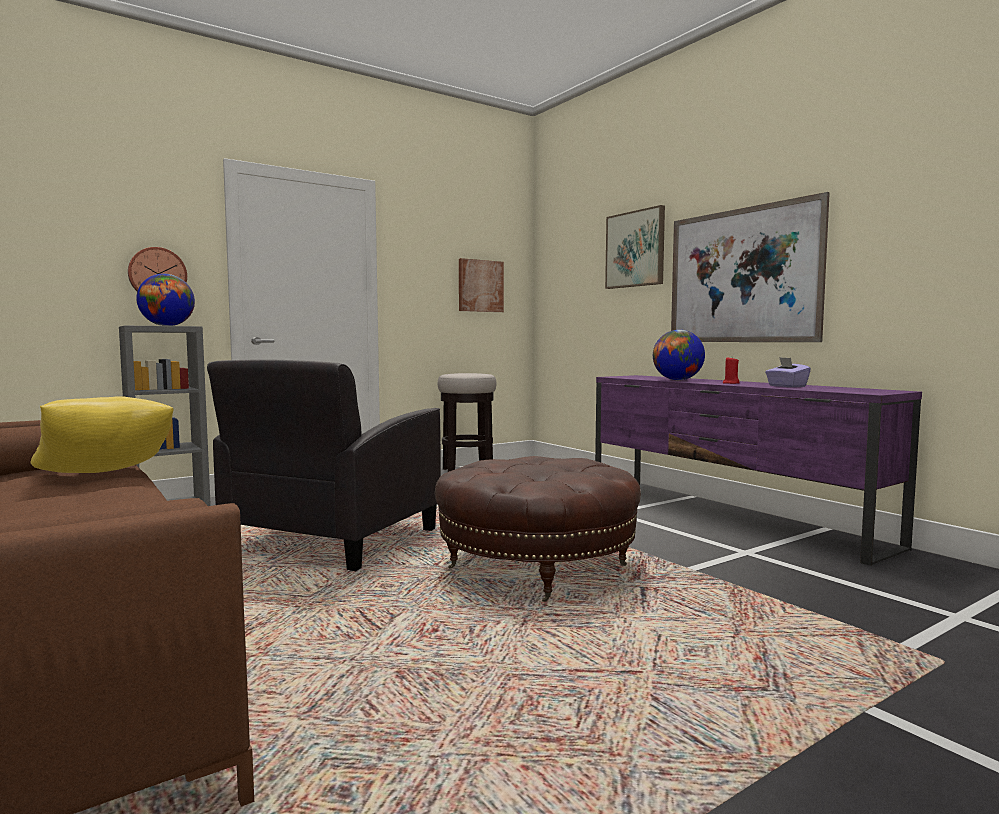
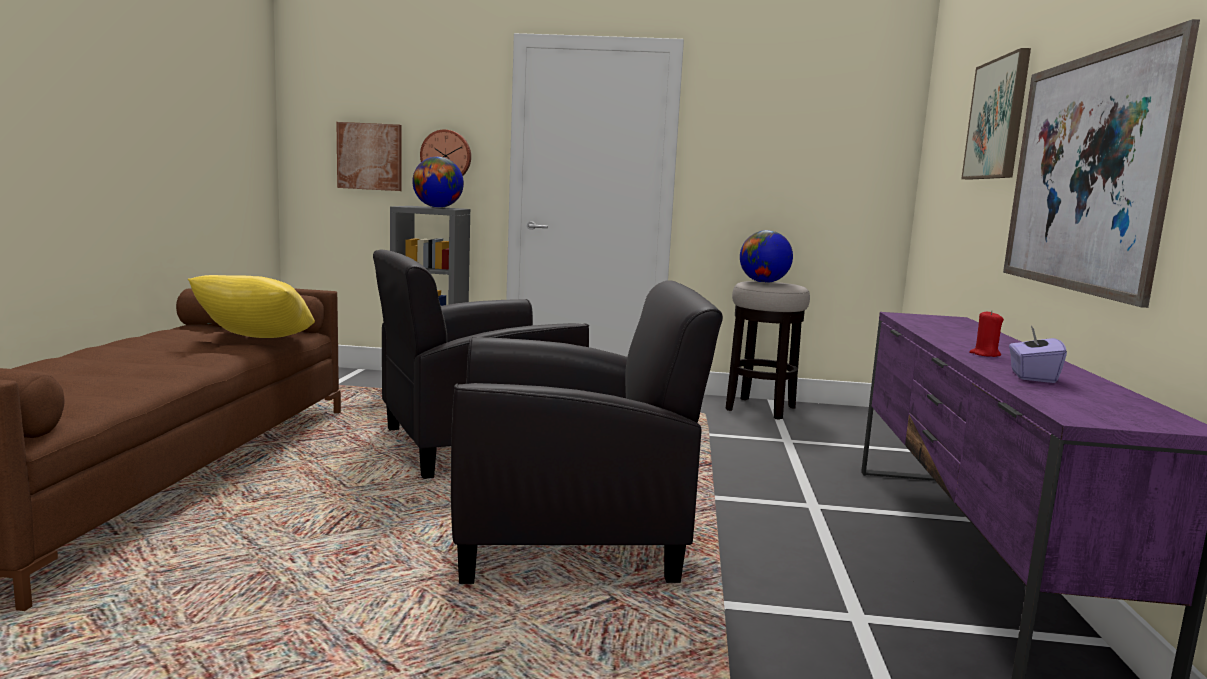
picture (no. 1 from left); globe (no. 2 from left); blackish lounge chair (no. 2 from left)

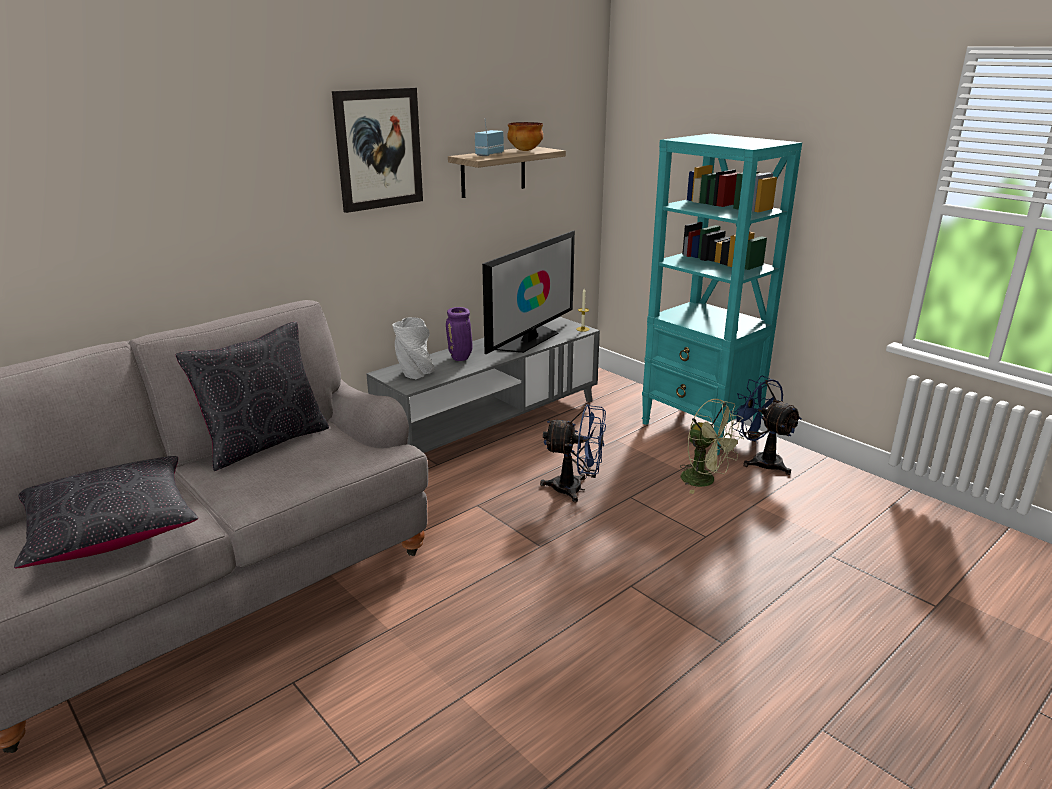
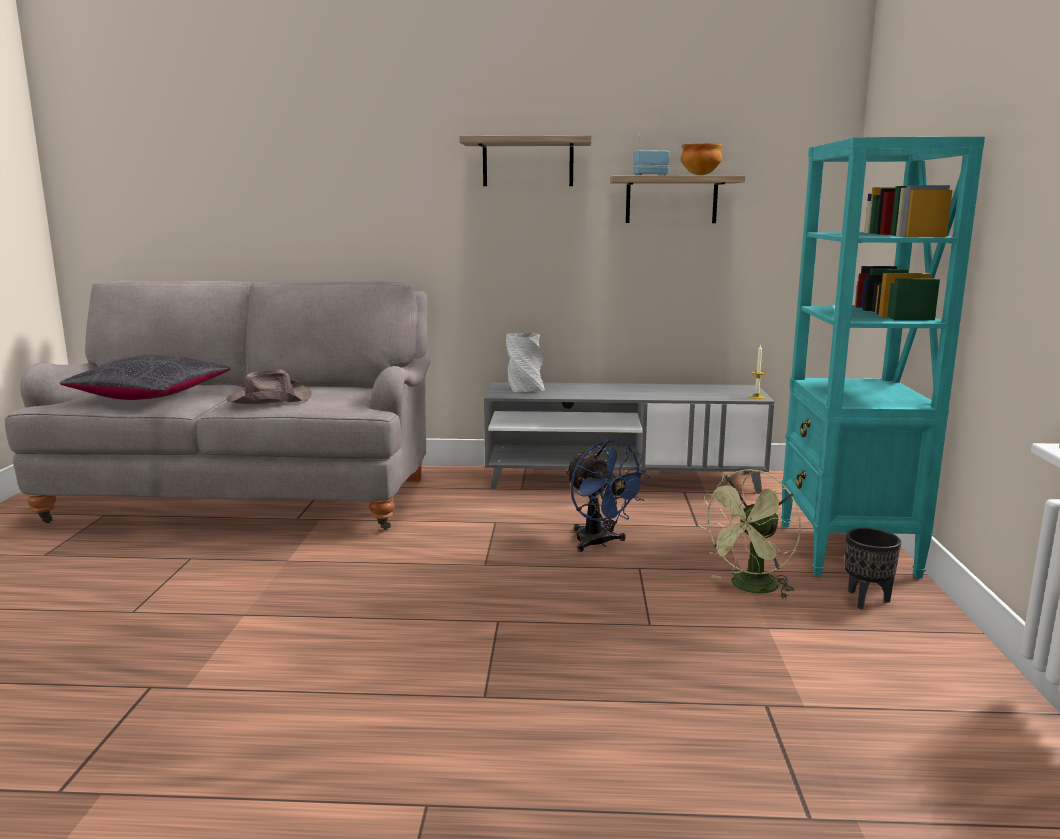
blackish pillow (no. 2 from left in the first image); purple decorative vase; TV; brown-coloured hat; shelf (no. 1 from left); blackish flower pot; green-coloured cooling fan

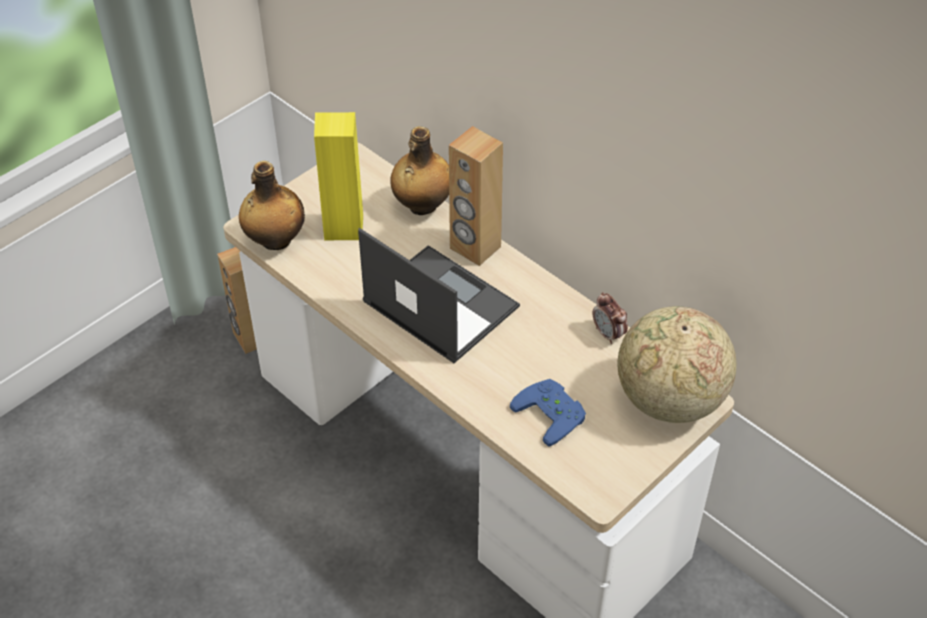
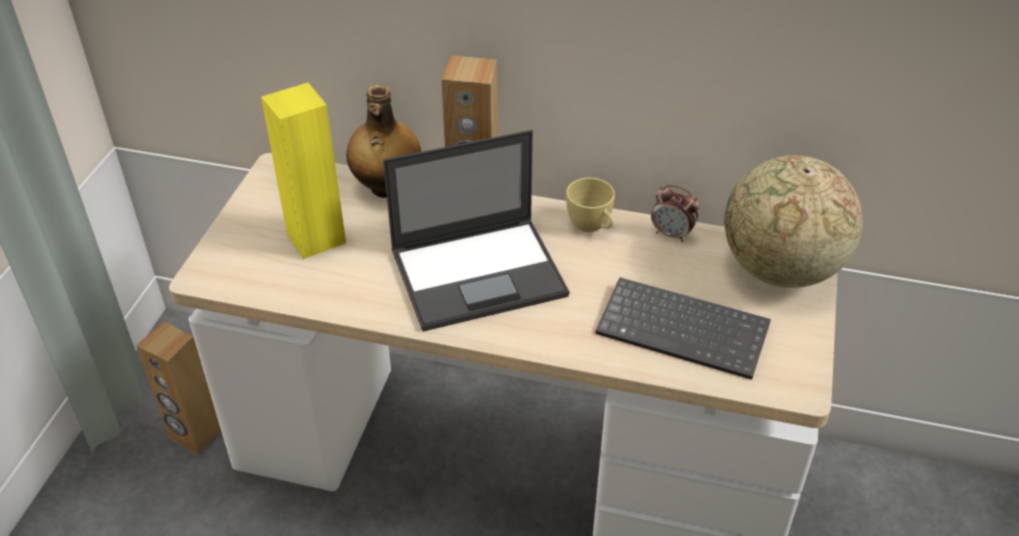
bottle (no. 1 from left in the first image); yellow-coloured small cup; keyboard; portable computer

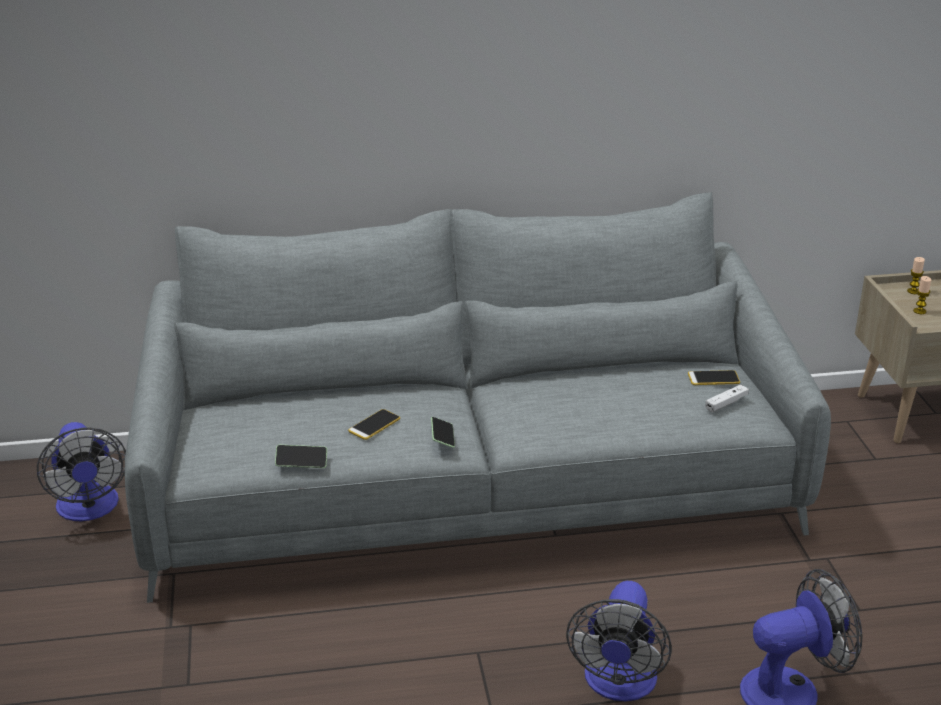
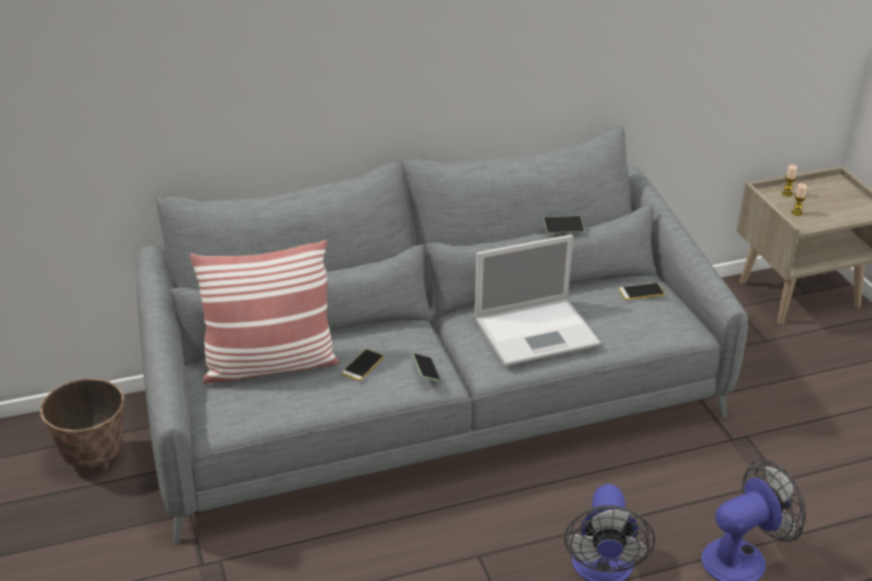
white-coloured gamepad; pillow; portable computer; phone (no. 3 from left); flower pot

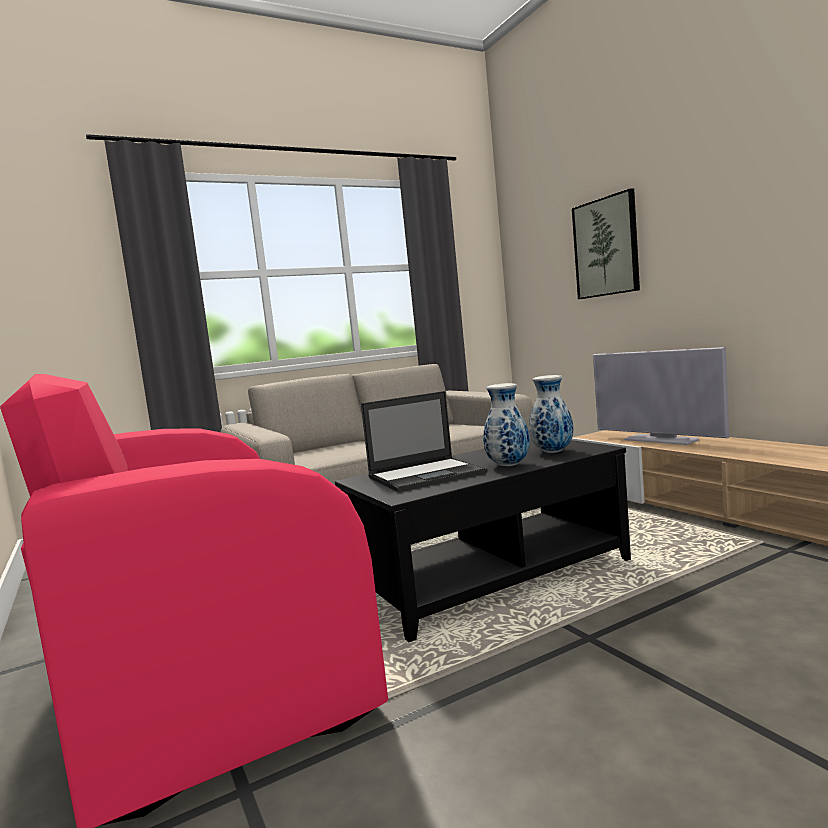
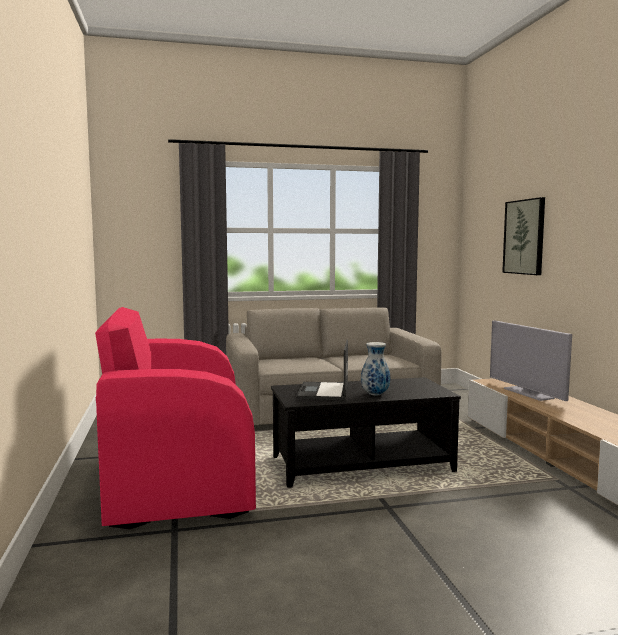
decorative vase (no. 2 from left in the first image); portable computer

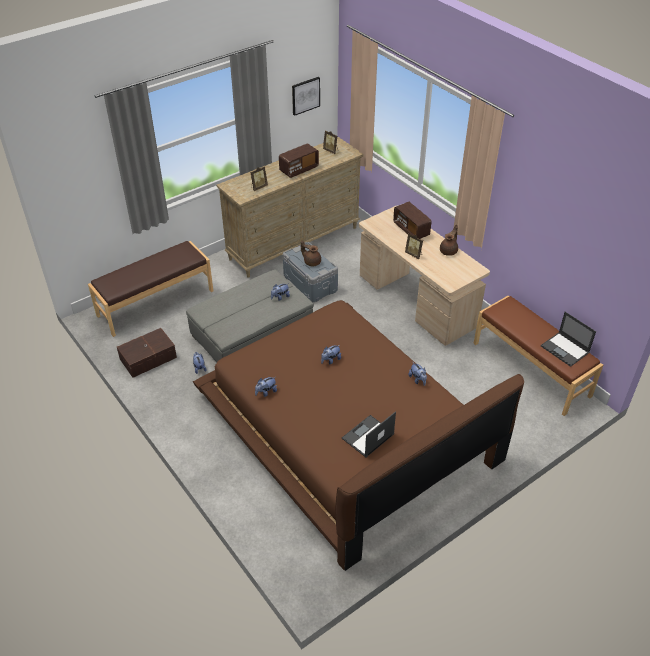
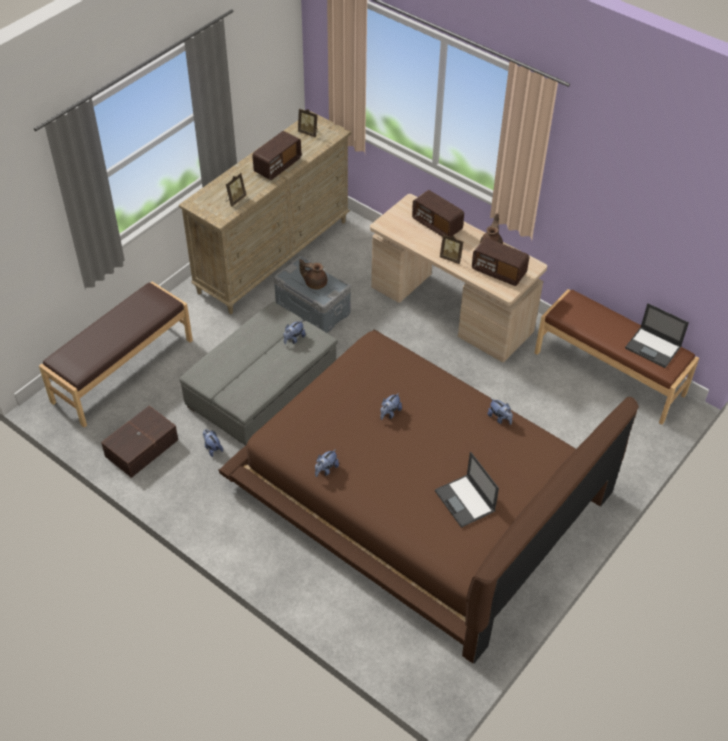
picture; radio receiver (no. 3 from left); portable computer (no. 1 from left)

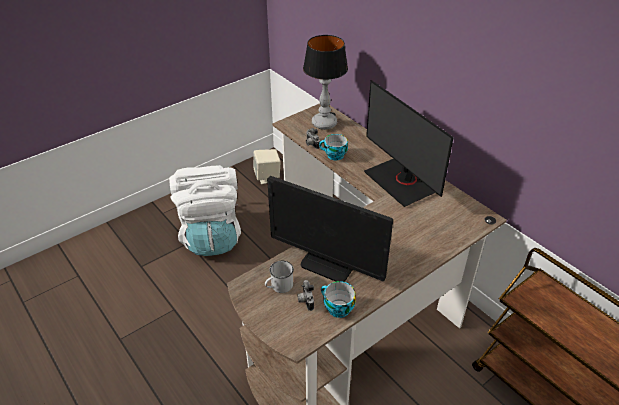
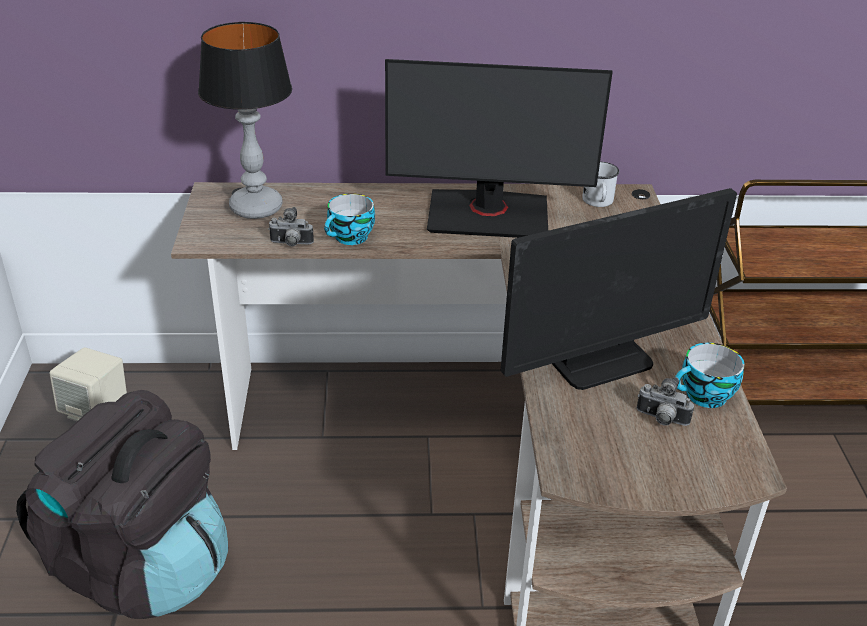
white-coloured coffee mug; blackish knapsack

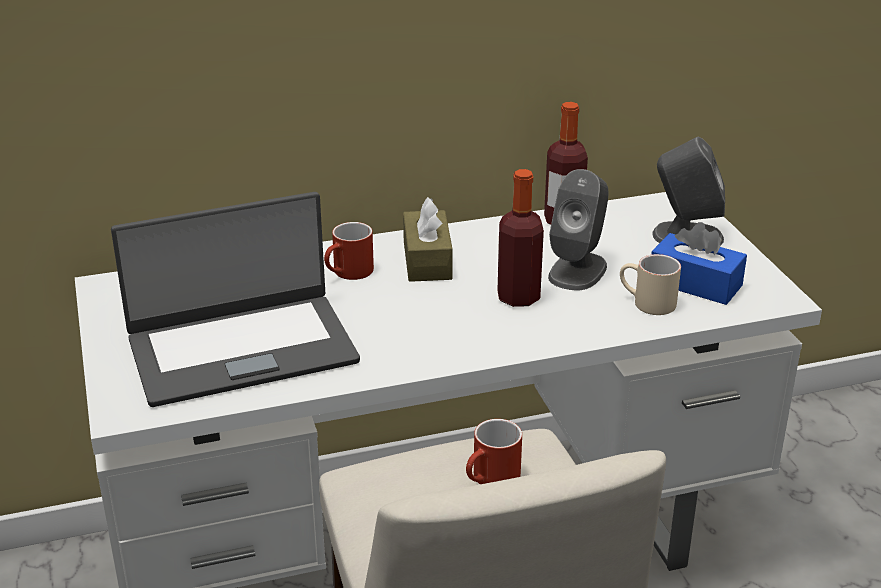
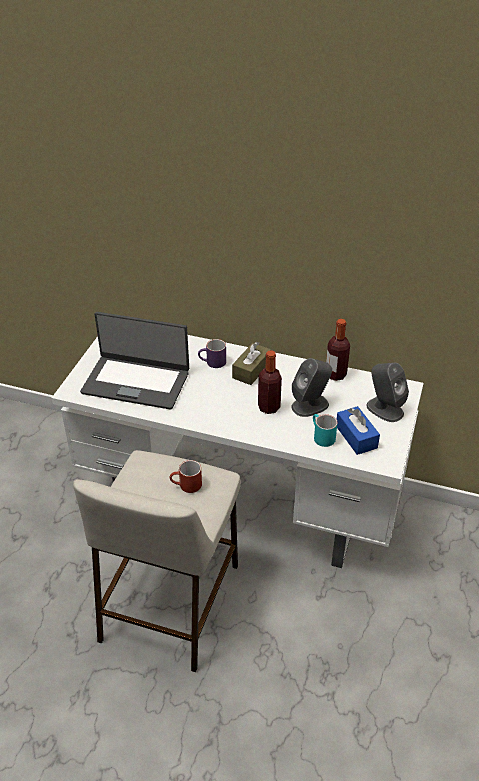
purple coffee mug; turquoise coffee mug

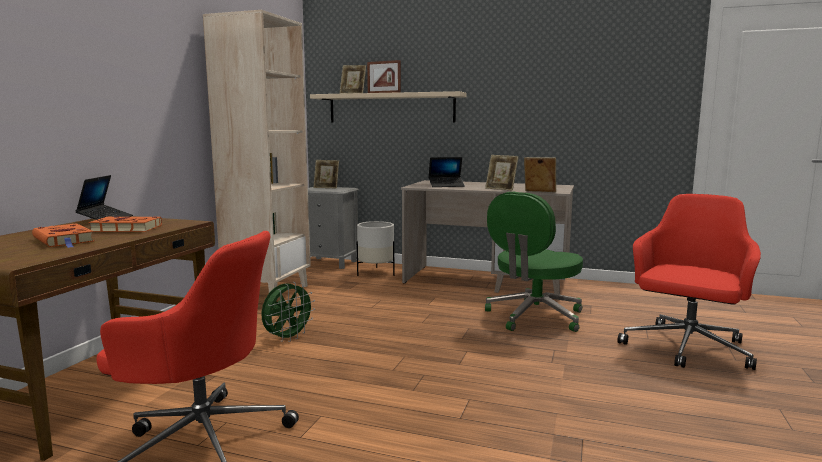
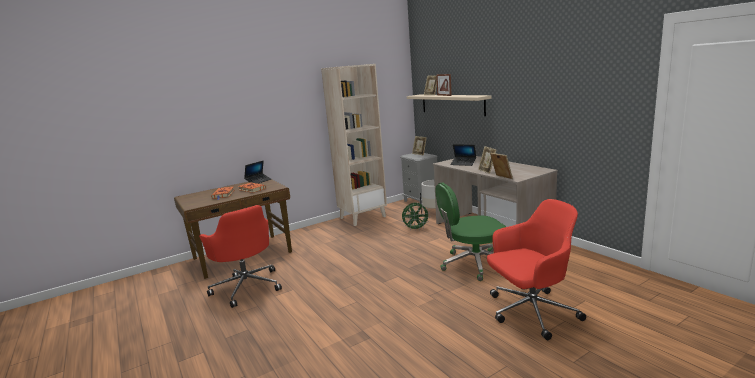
green-coloured cooling fan

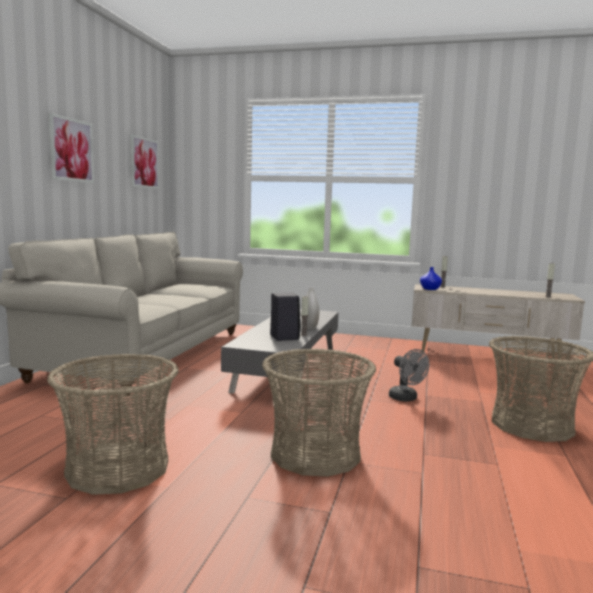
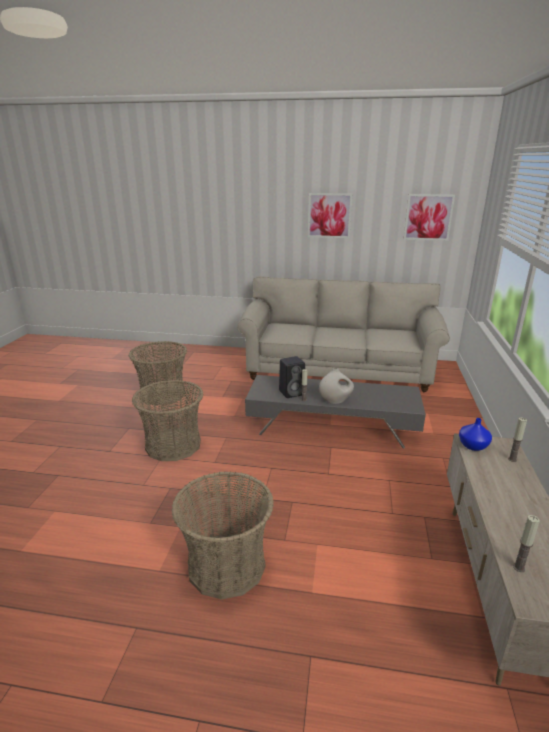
greyish cooling fan

